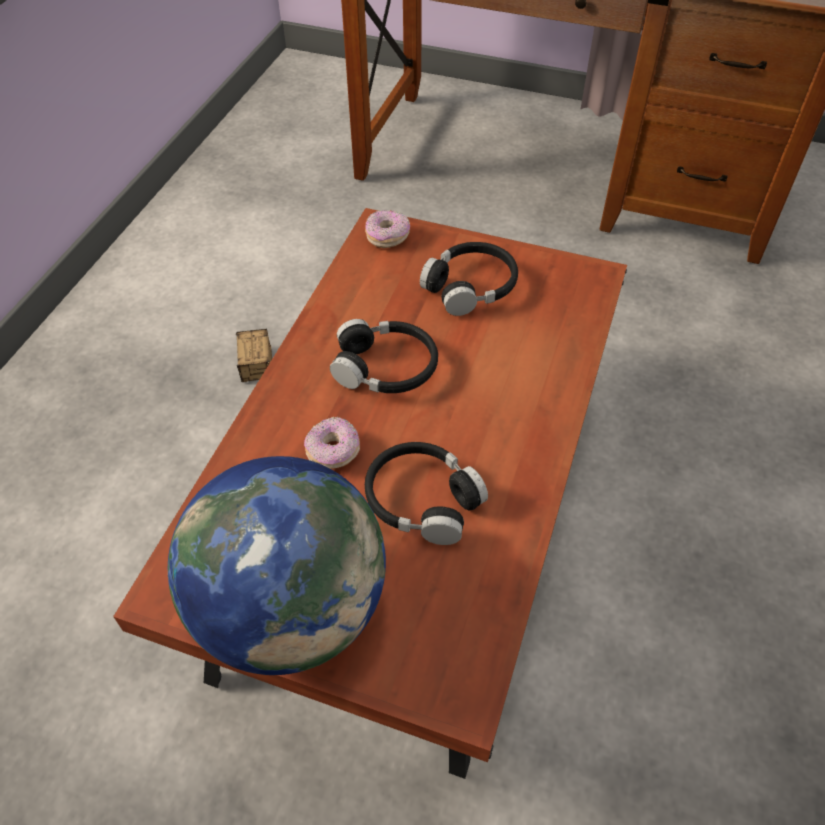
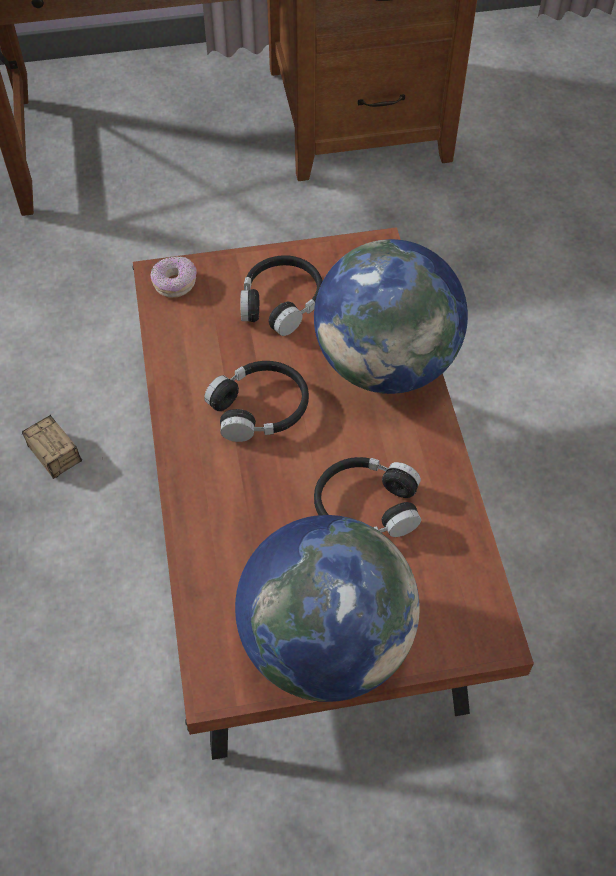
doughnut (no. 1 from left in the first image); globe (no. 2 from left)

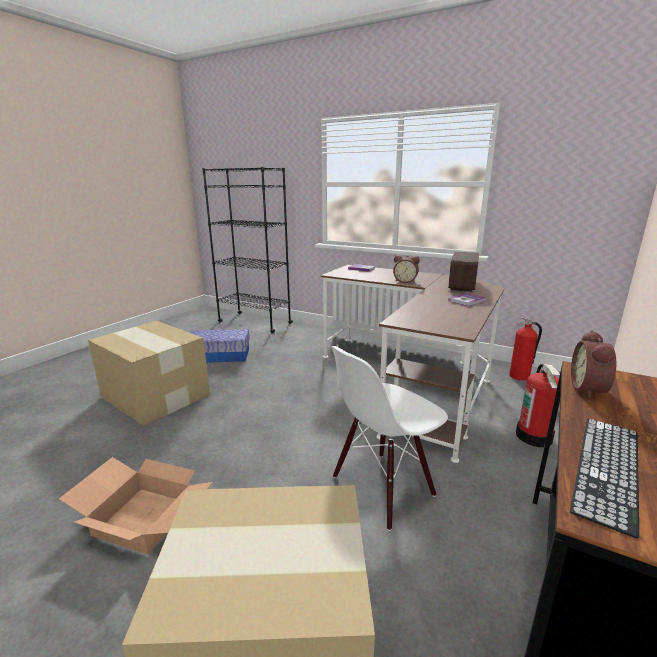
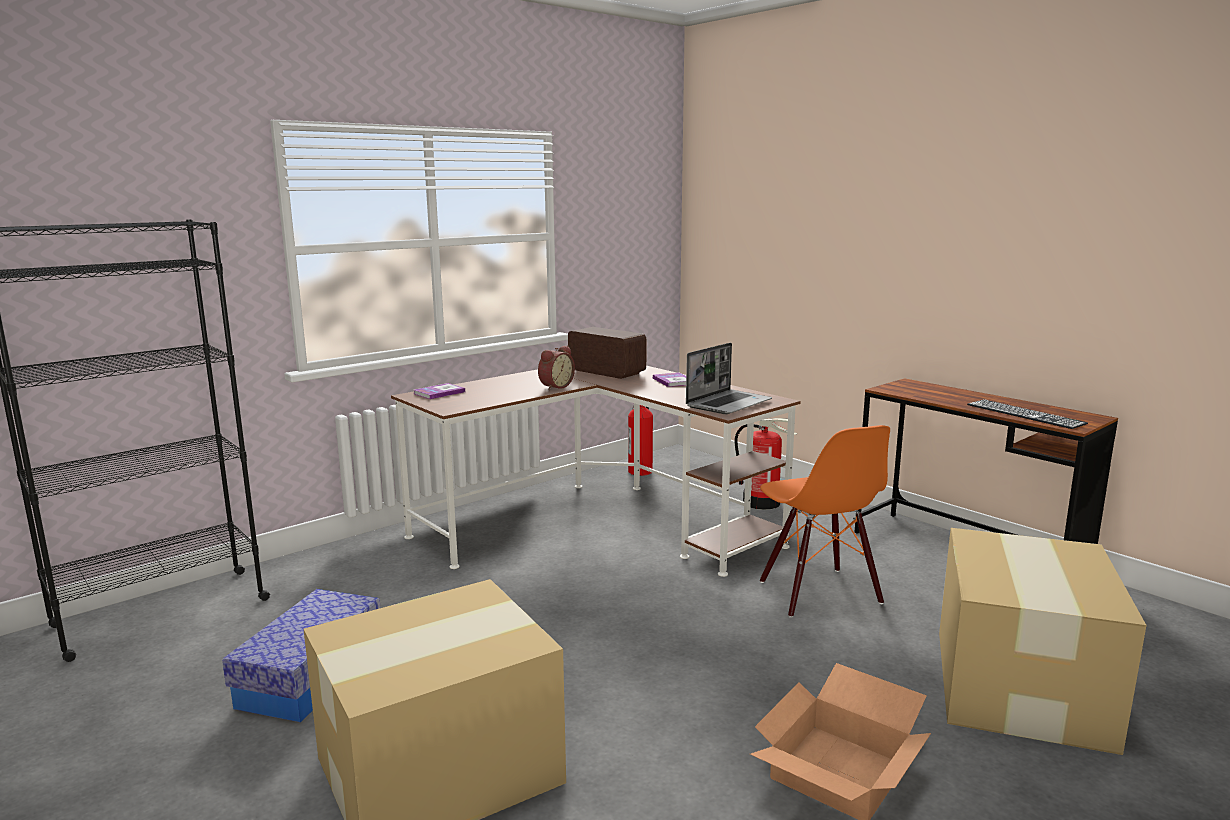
bedside clock (no. 2 from left in the first image); portable computer; orangey plain chair

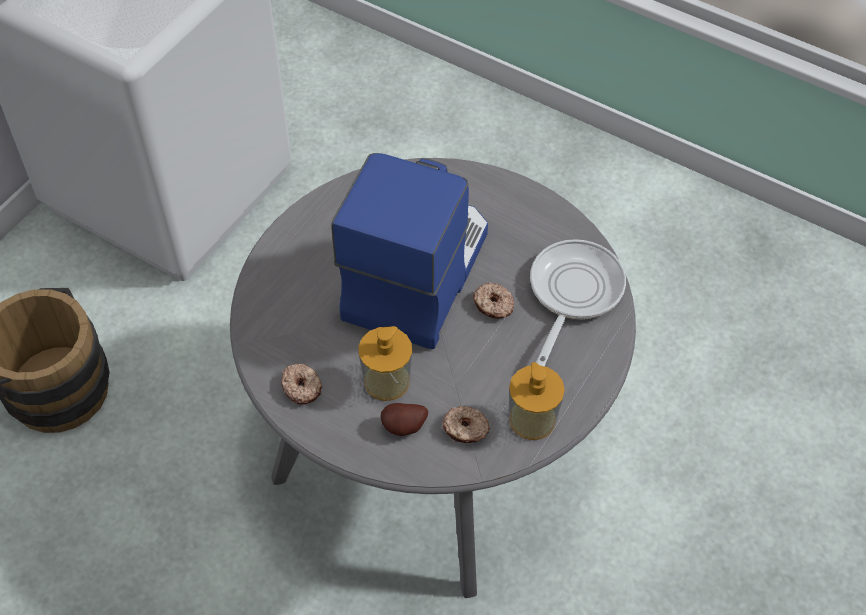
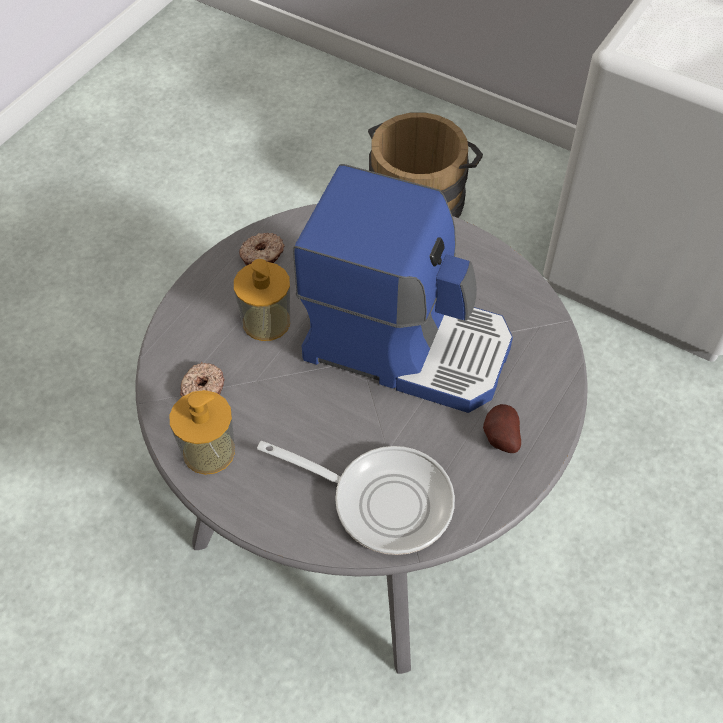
doughnut (no. 3 from left in the first image); spud

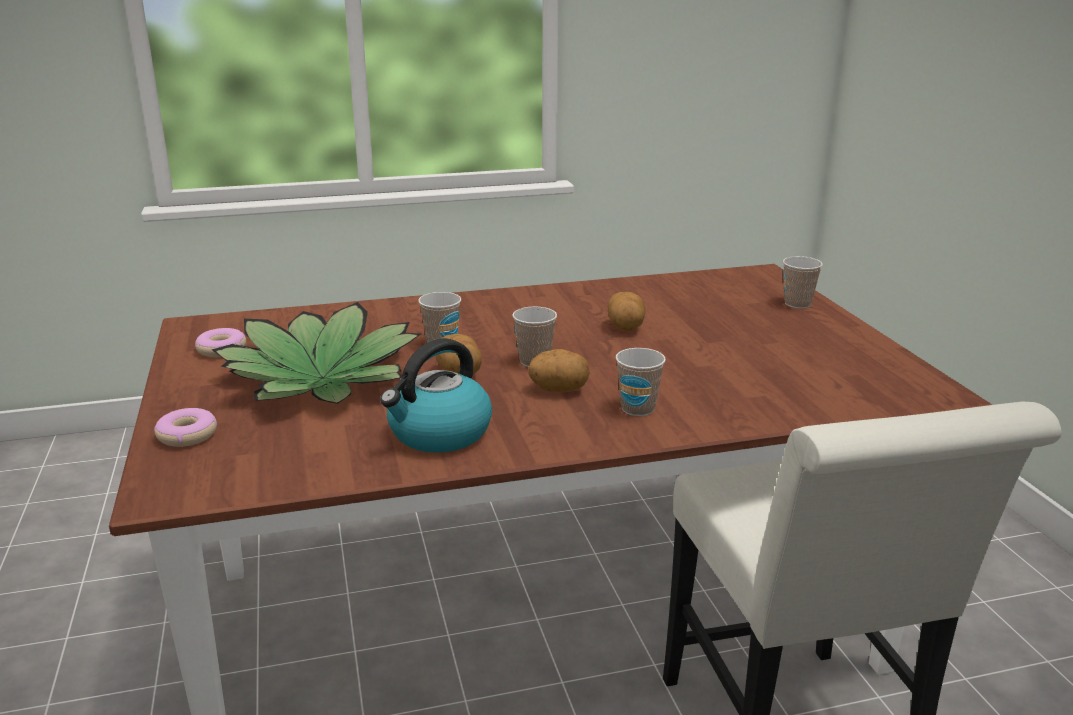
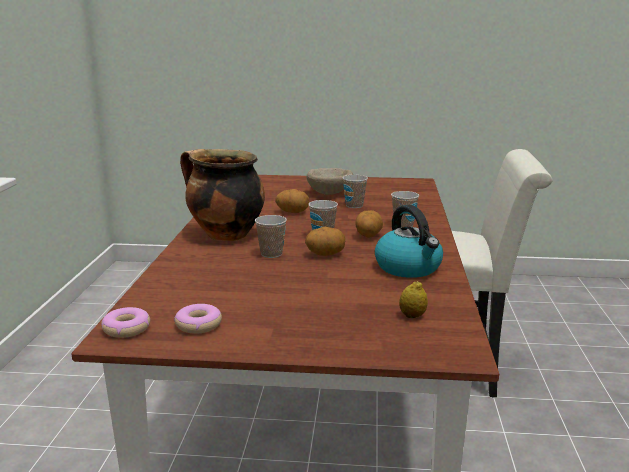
potted plant; saucepot; beige-coloured deep dish; citrus fruit; doughnut (no. 1 from left); small cup (no. 3 from left)

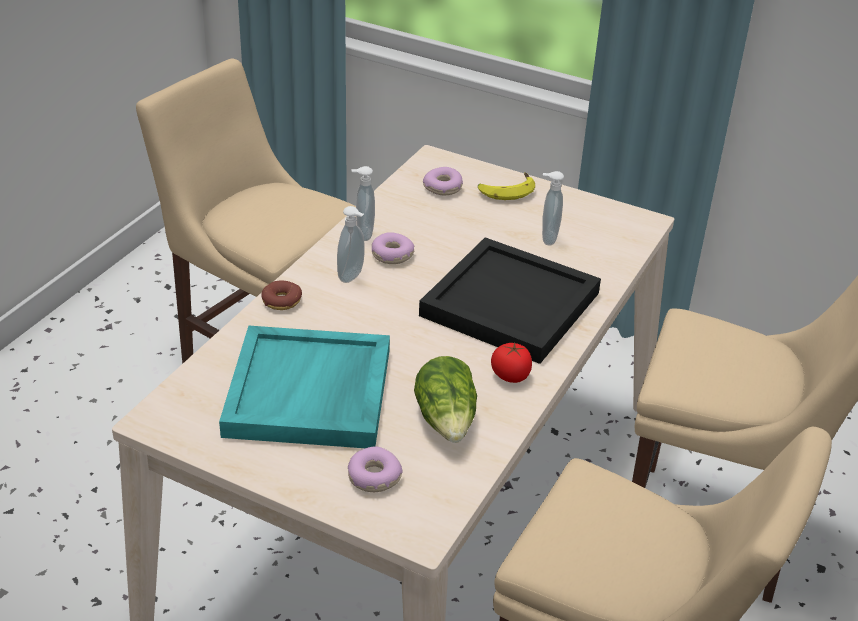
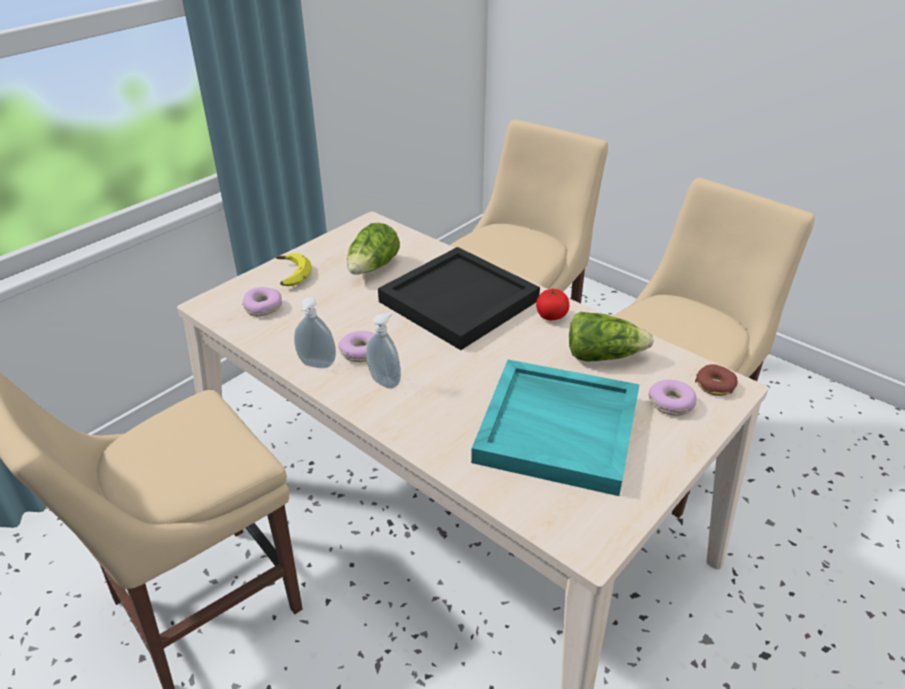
doughnut (no. 4 from left); lettuce head (no. 1 from left)

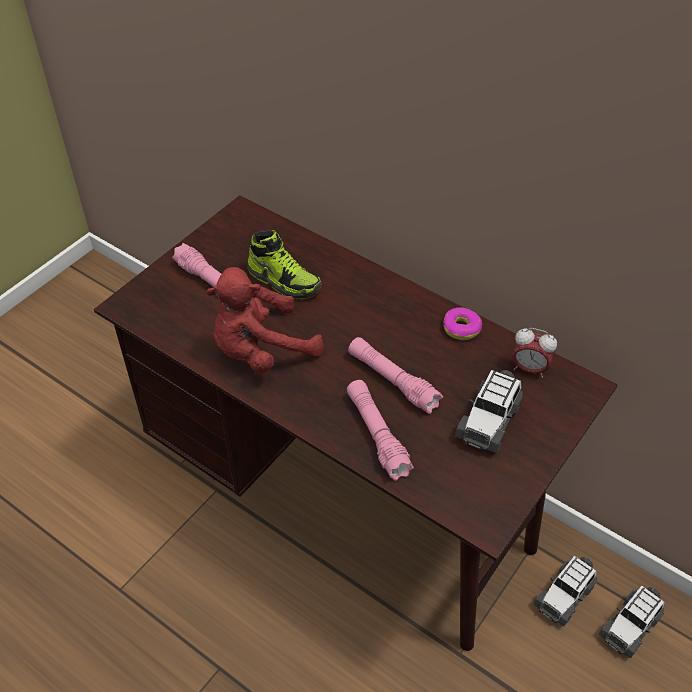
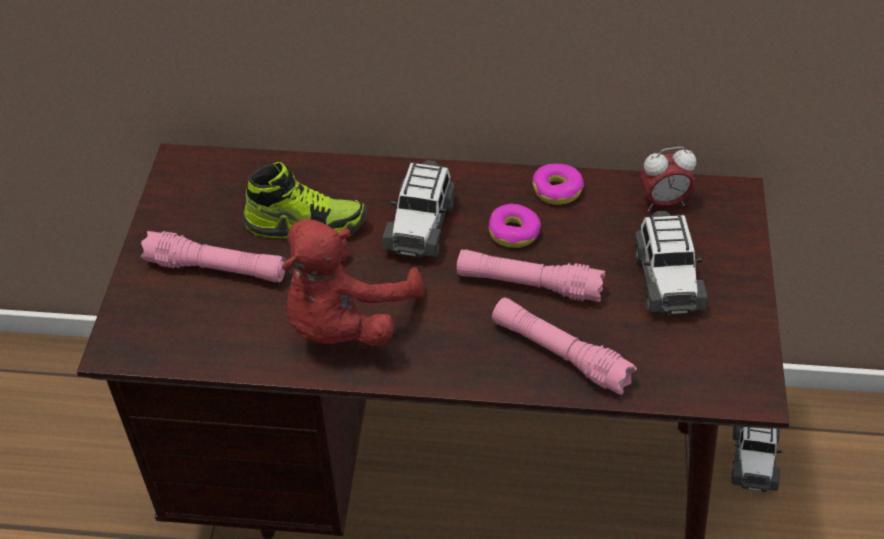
doughnut (no. 1 from left); miniature car (no. 1 from left)

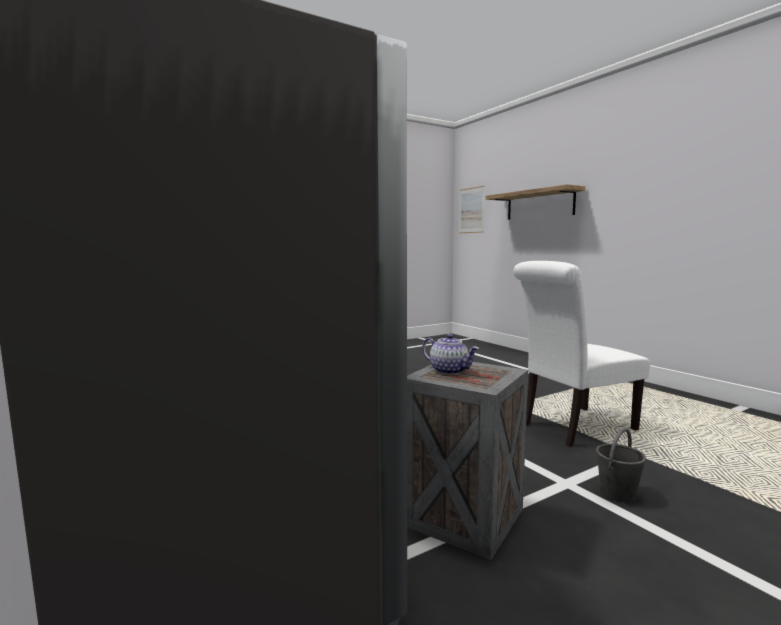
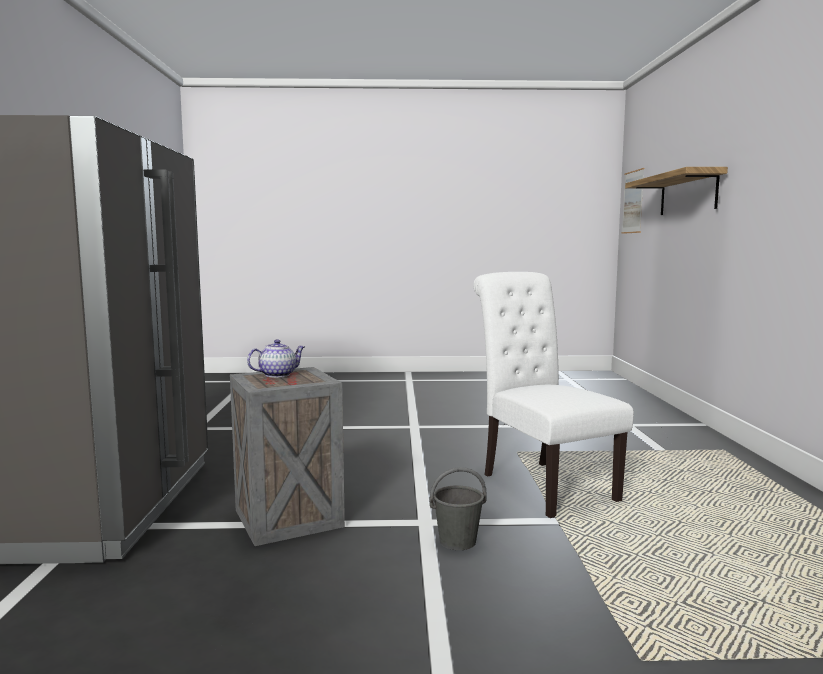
pot for tea; white-coloured plain chair

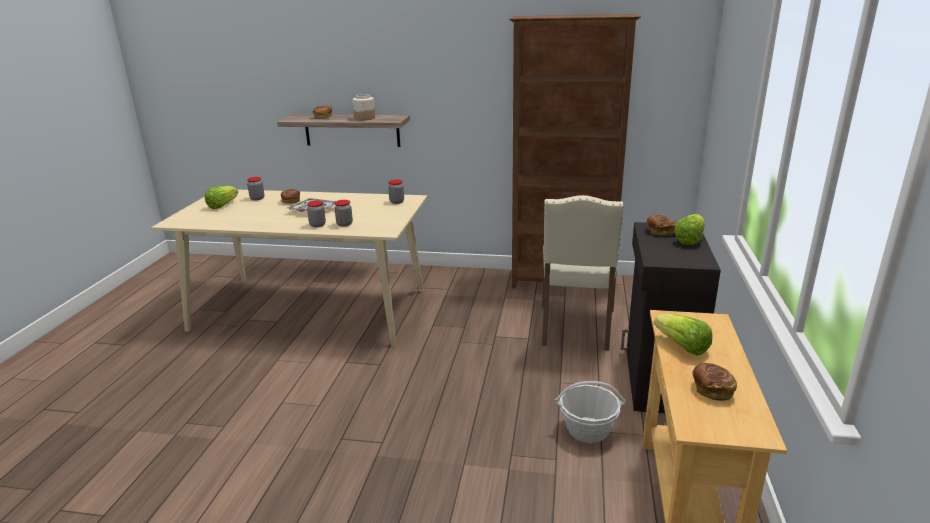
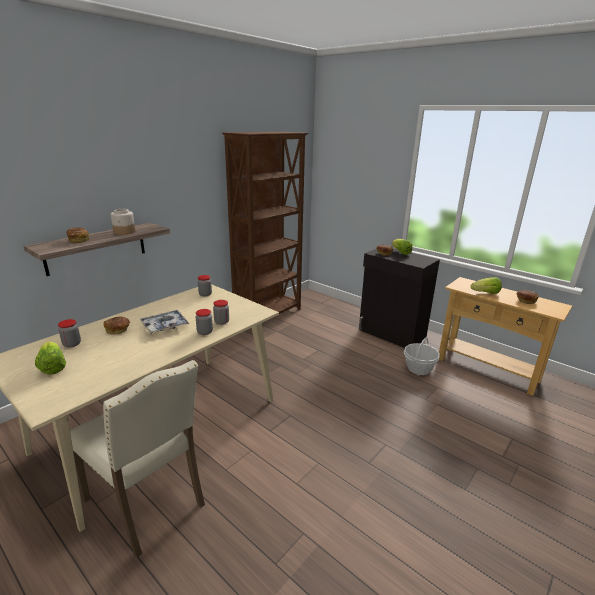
beige-coloured plain chair

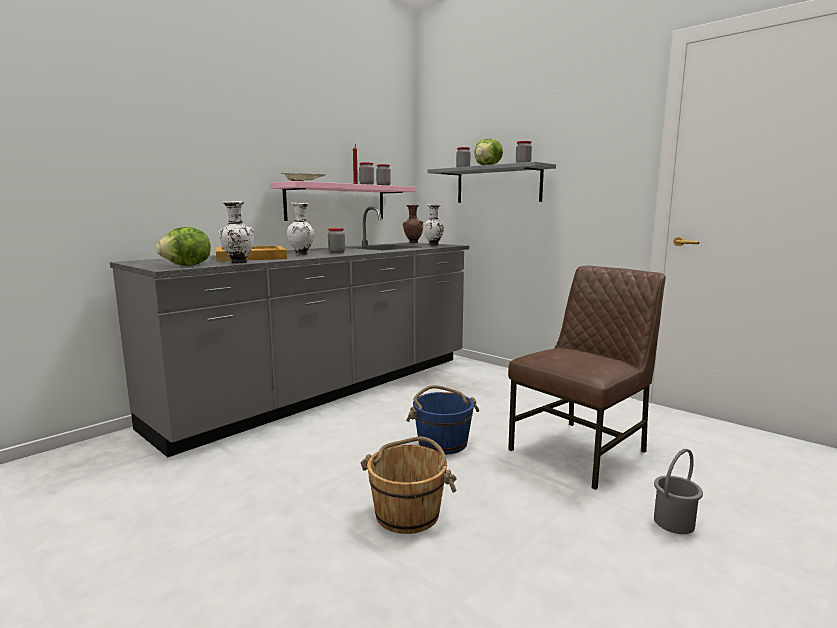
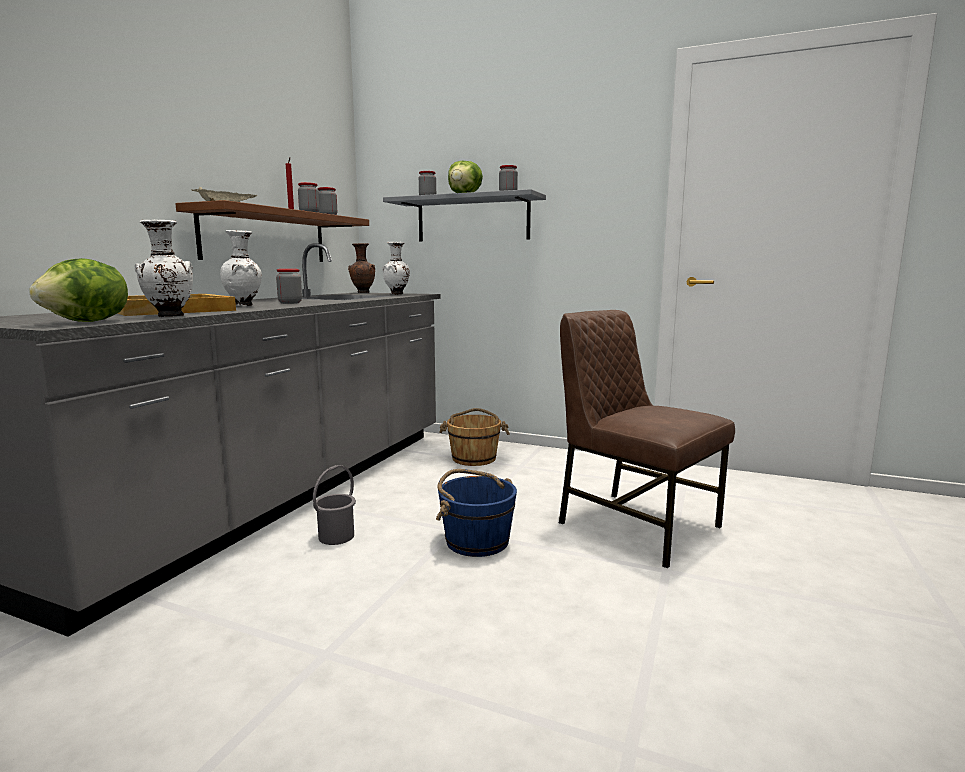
brown-coloured bucket; greyish bucket; brown-coloured shelf; brown-coloured plain chair

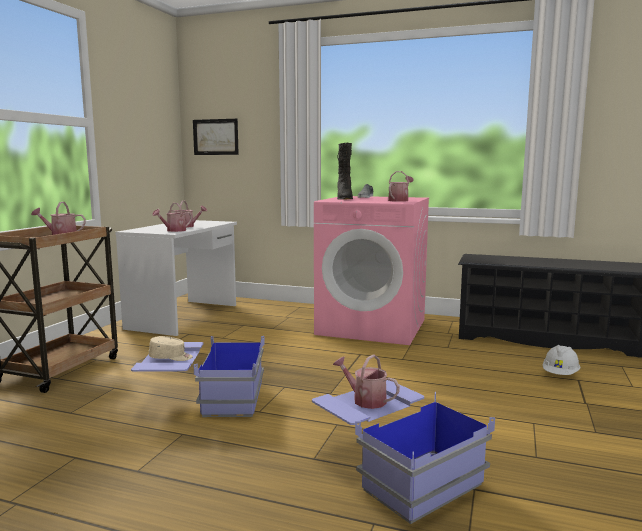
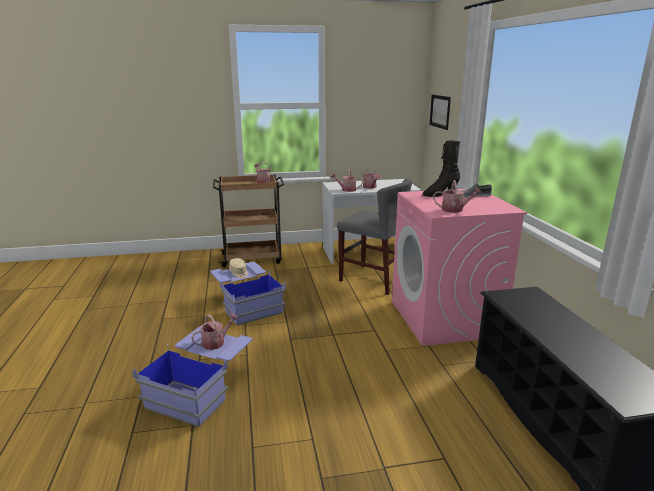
white-coloured hard hat; greyish plain chair; watering pot (no. 1 from left)

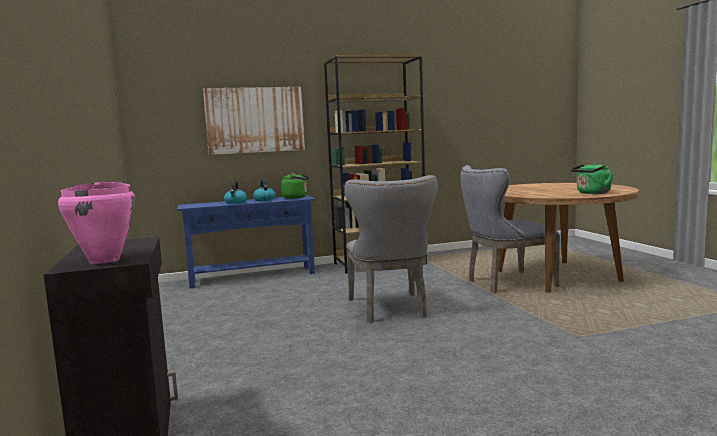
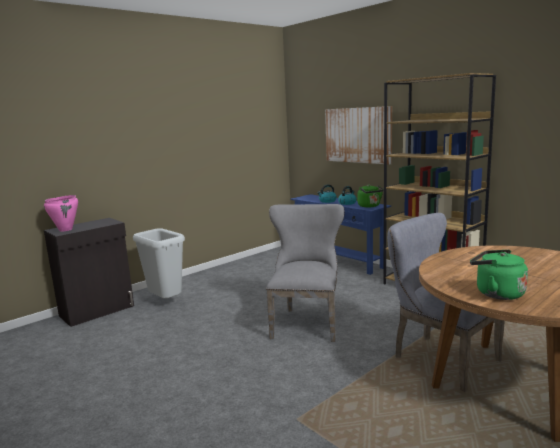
greyish waste bin; greyish plain chair (no. 1 from left)

